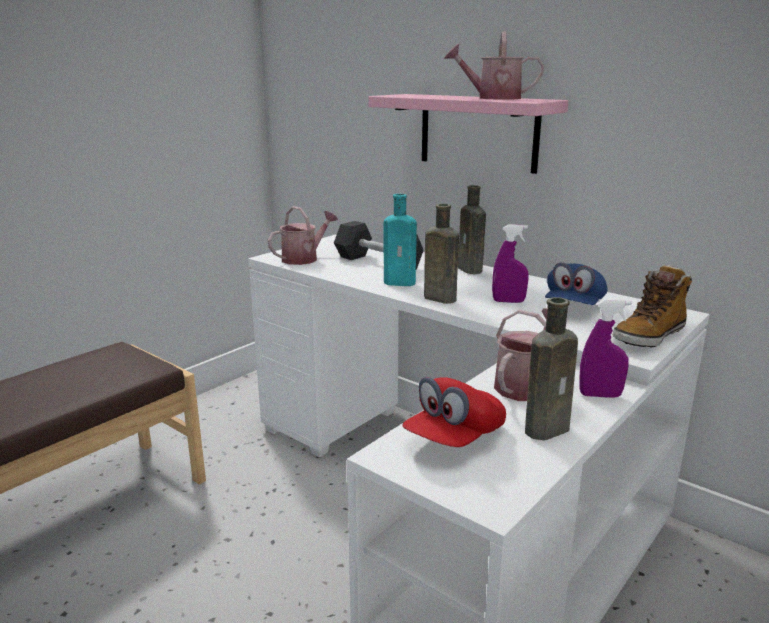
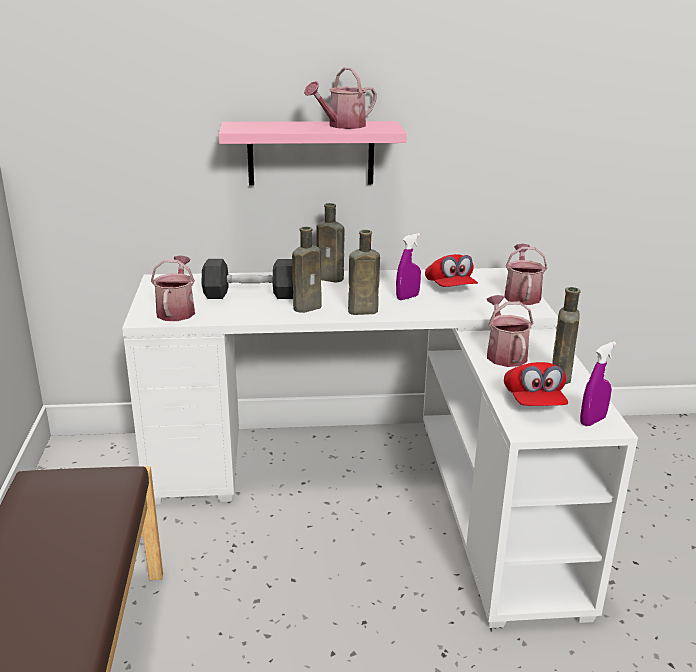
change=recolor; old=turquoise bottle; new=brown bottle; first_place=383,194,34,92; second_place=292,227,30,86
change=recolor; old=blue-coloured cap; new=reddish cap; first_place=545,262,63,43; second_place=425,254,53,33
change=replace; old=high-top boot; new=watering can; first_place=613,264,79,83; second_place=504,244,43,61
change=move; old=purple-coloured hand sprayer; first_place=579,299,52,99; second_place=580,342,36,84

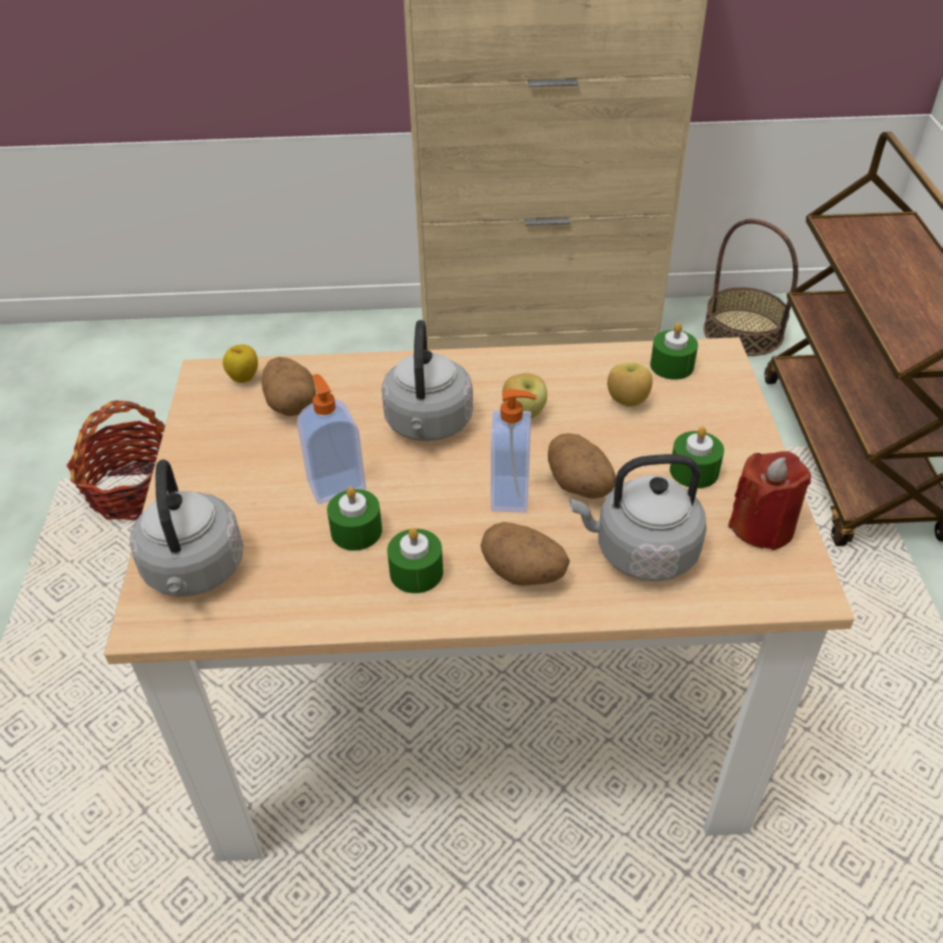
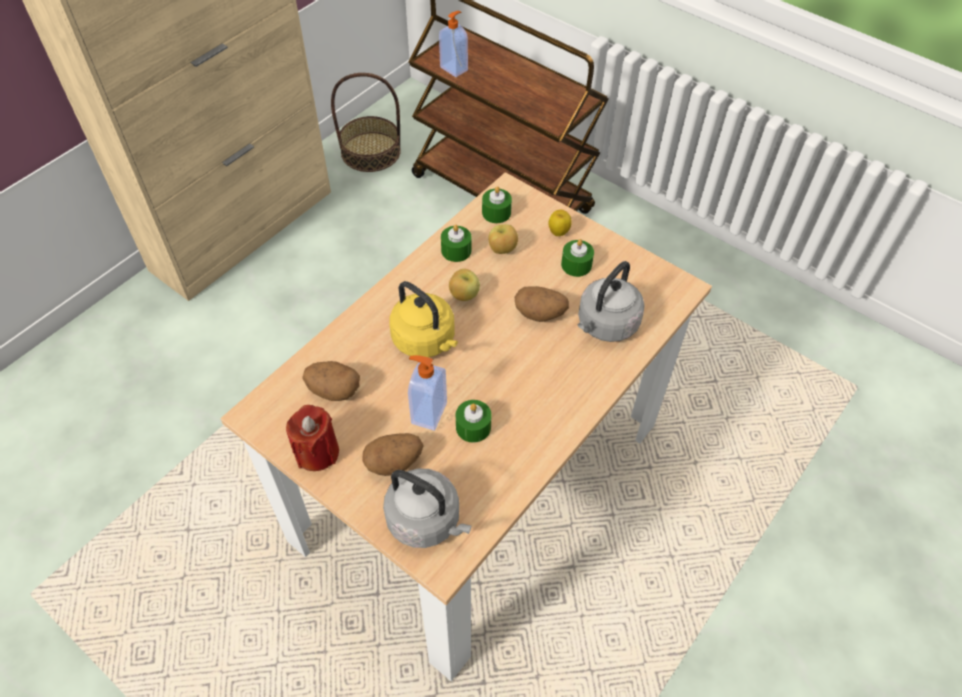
change=recolor; old=grey tea kettle; new=yellow-coloured tea kettle; first_place=382,320,91,121; second_place=390,281,68,77
change=move; old=whole apple; first_place=223,344,35,39; second_place=548,210,24,26
change=move; old=soap dispenser; first_place=491,389,45,124; second_place=439,11,29,66
change=delete; old=household basket; first_place=66,400,99,121
change=move; old=reddish wax light; first_place=728,451,83,100; second_place=286,405,53,66
change=move; old=spud; first_place=481,522,89,64; second_place=363,433,61,43
change=move; old=green wax light; first_place=387,528,56,65; second_place=441,225,31,37

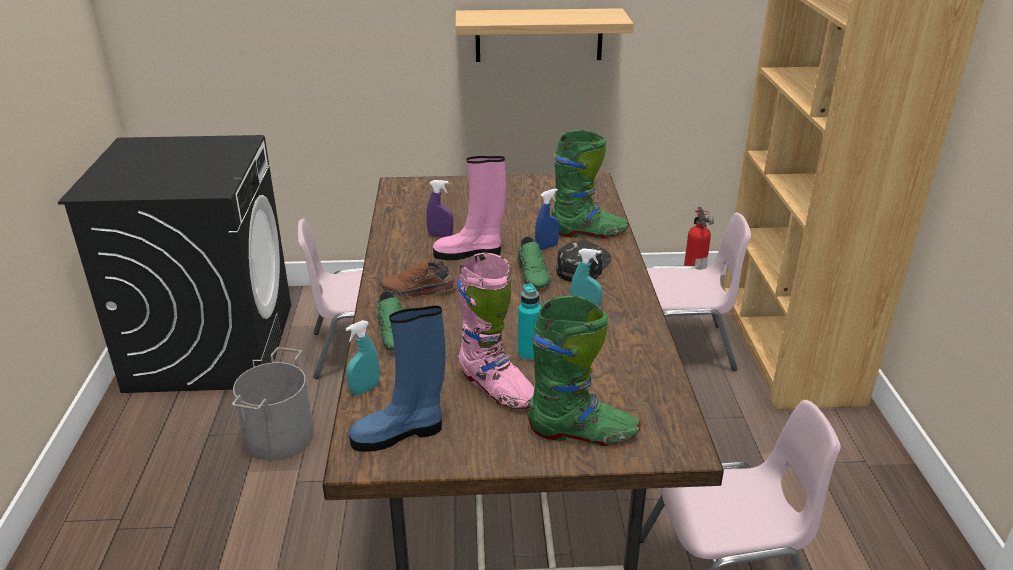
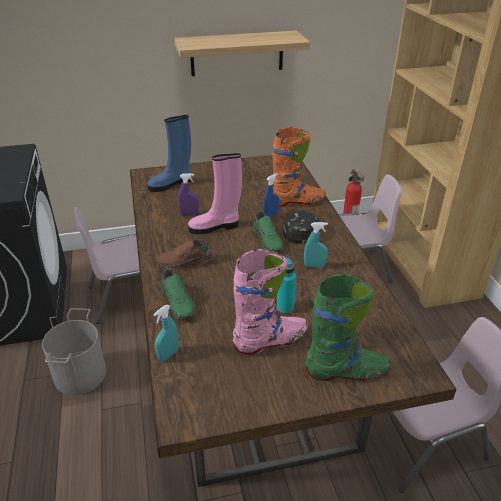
change=recolor; old=green high-top boot; new=orange high-top boot; first_place=552,130,77,109; second_place=272,127,53,79
change=rotate; old=pink-coloured high-top boot; first_place=457,252,77,157; second_place=233,249,74,106; degrees=-60
change=move; old=blue-coloured high-top boot; first_place=349,306,96,146; second_place=147,115,44,77

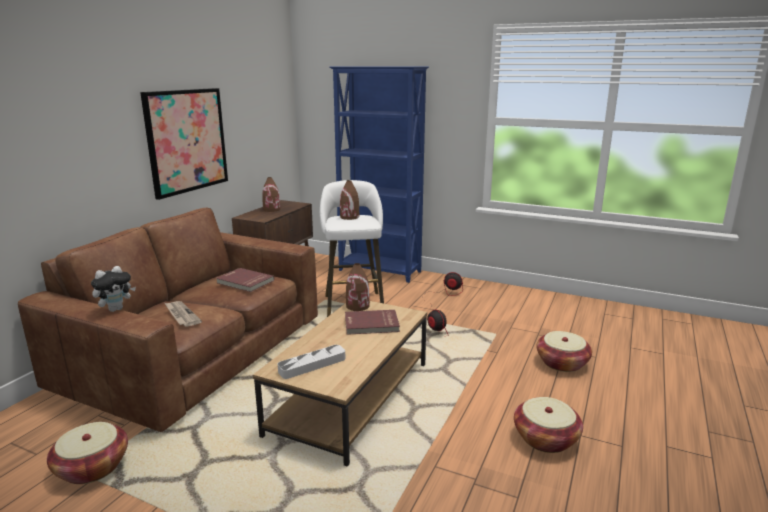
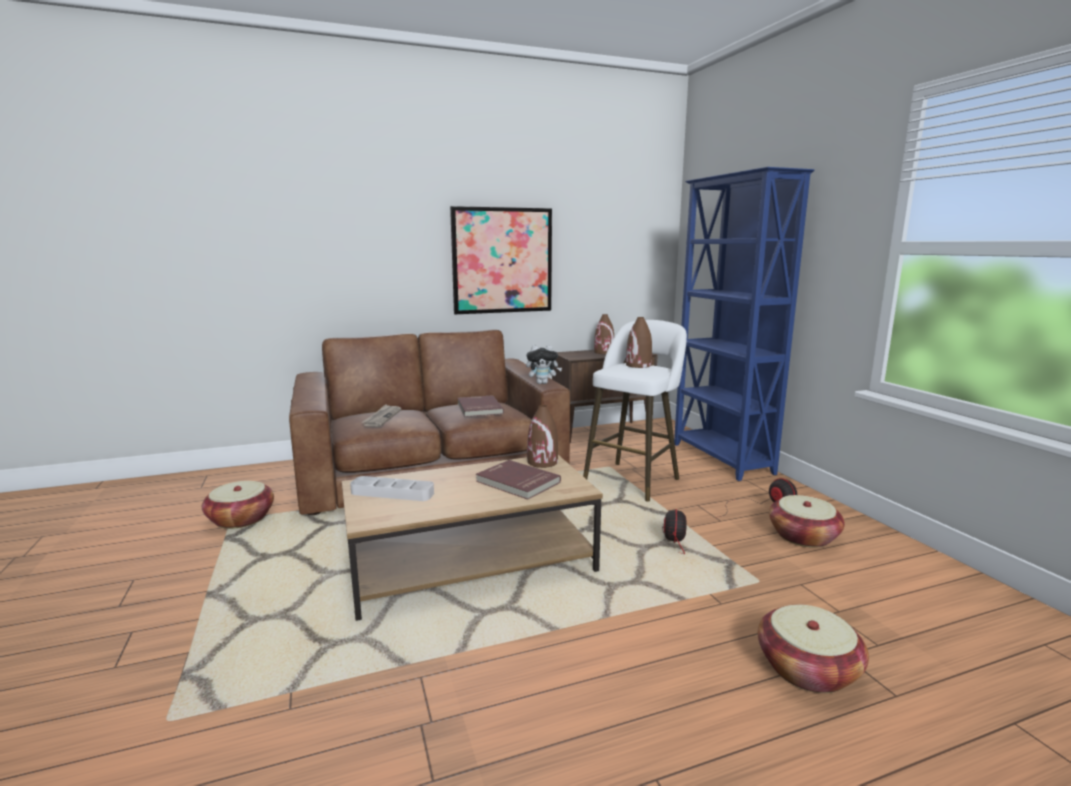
change=move; old=cuddly toy; first_place=91,266,45,46; second_place=526,345,36,39
change=move; old=household basket; first_place=514,397,69,56; second_place=769,495,76,53

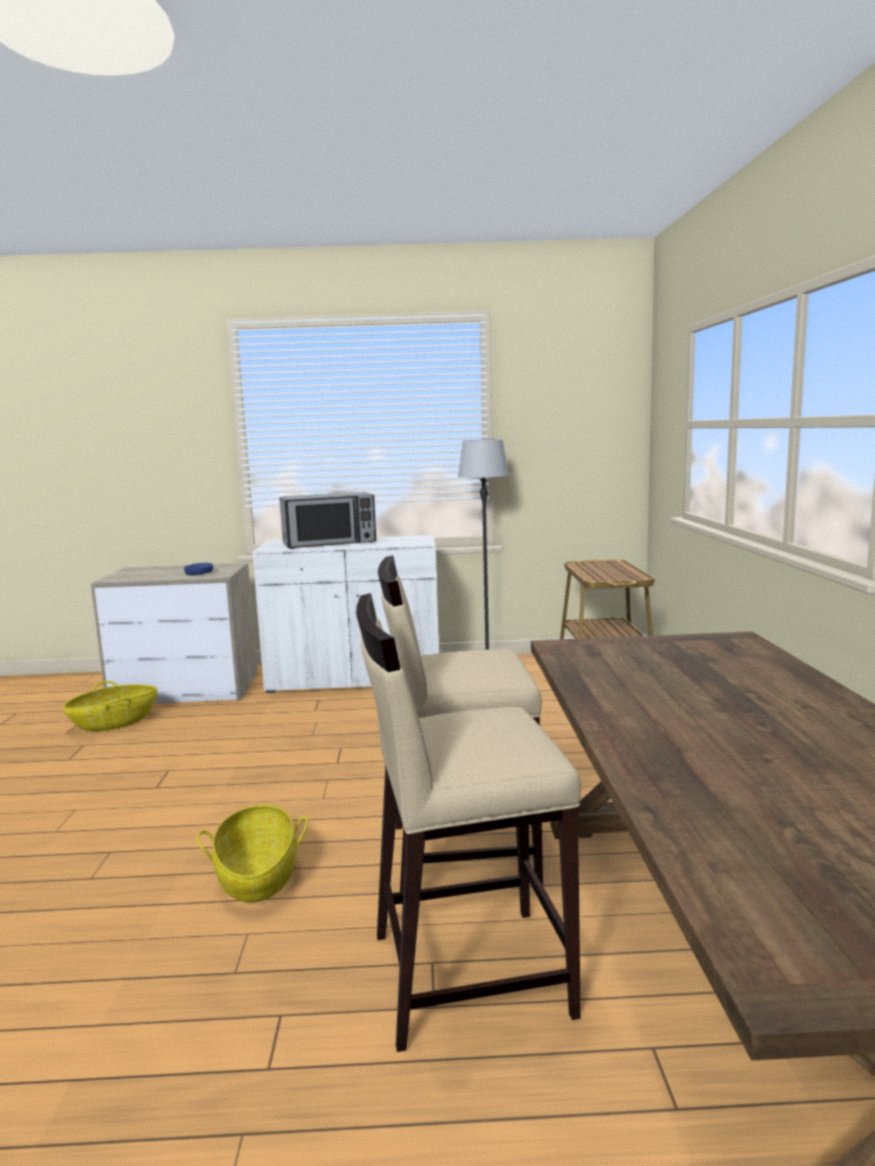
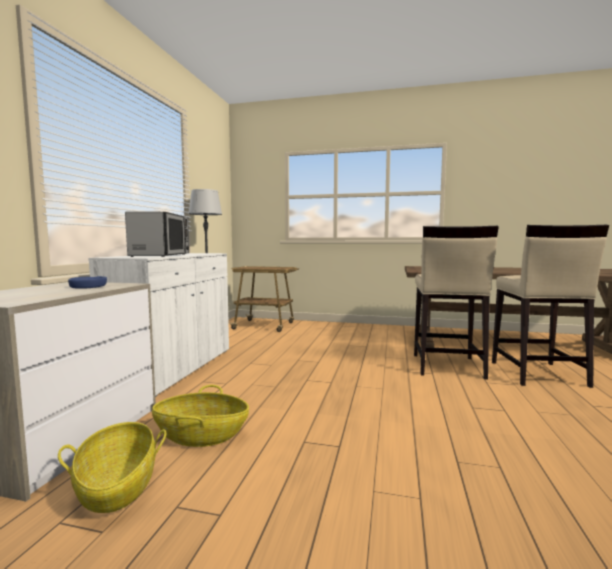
change=move; old=household basket; first_place=197,804,111,99; second_place=152,385,97,62

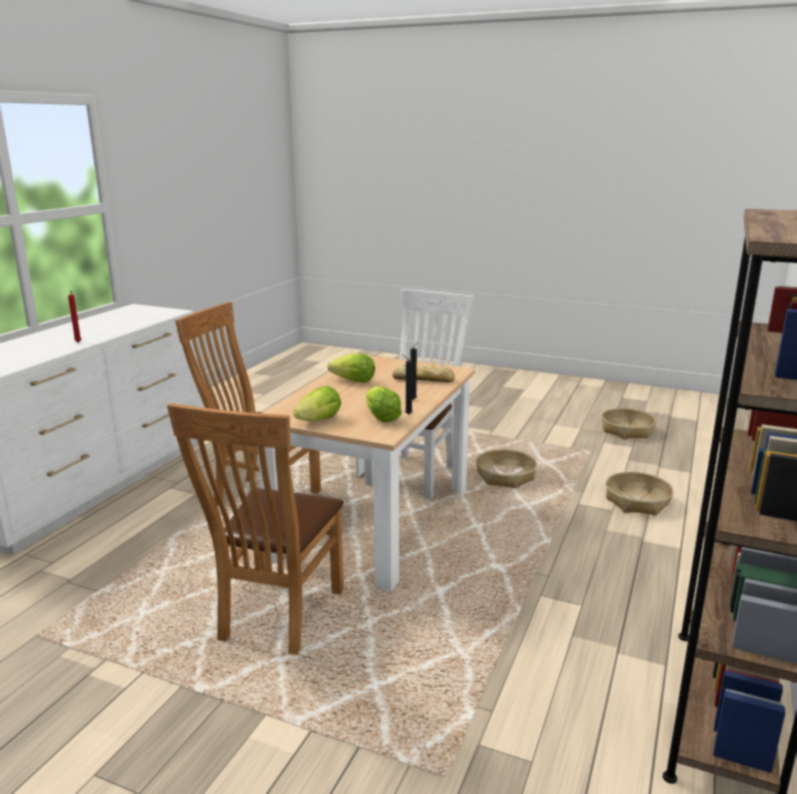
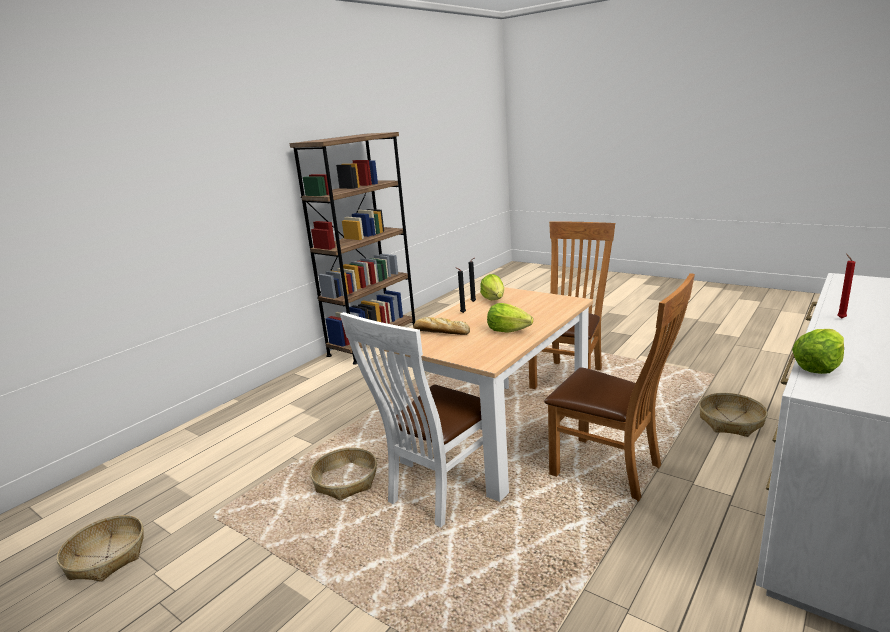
change=move; old=head of lettuce; first_place=293,386,48,35; second_place=792,329,52,45
change=move; old=household basket; first_place=606,472,68,44; second_place=699,393,69,44

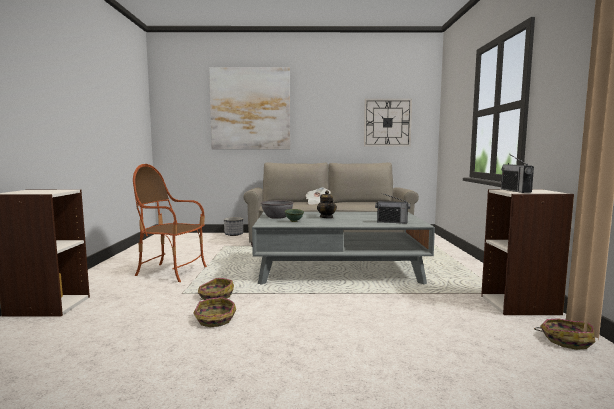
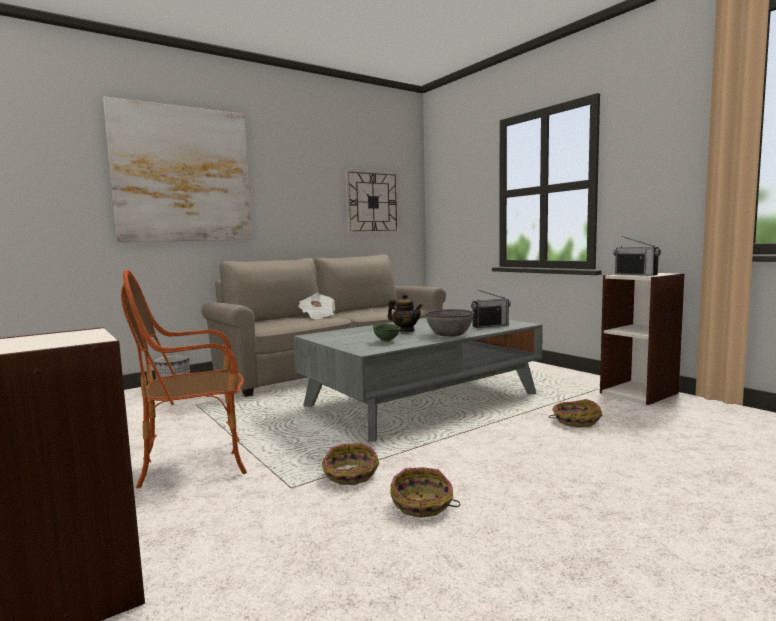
change=move; old=grey bowl; first_place=261,200,33,19; second_place=425,309,49,28
change=move; old=household basket; first_place=534,318,61,32; second_place=549,399,53,29

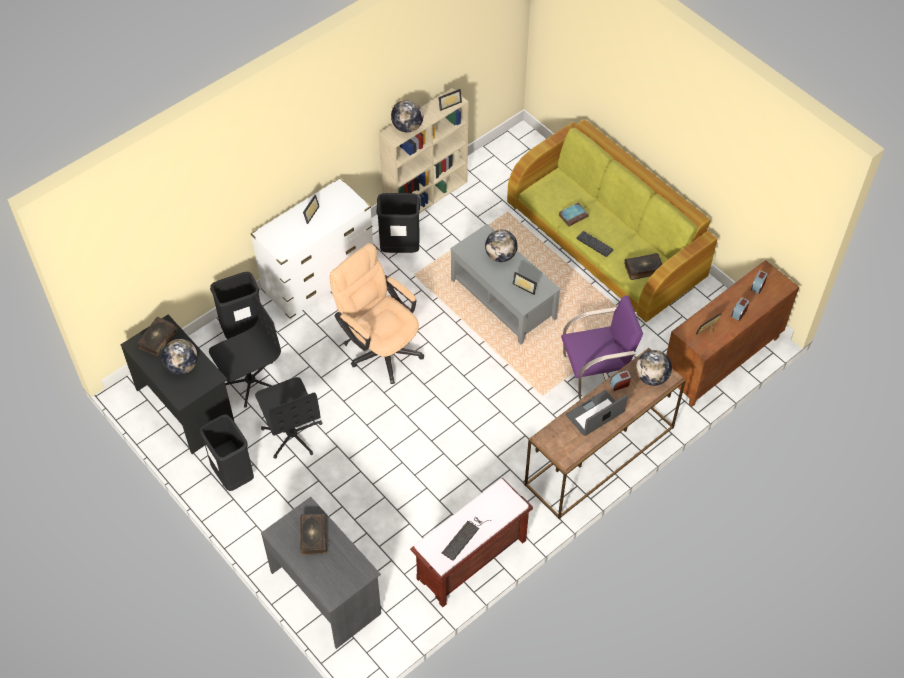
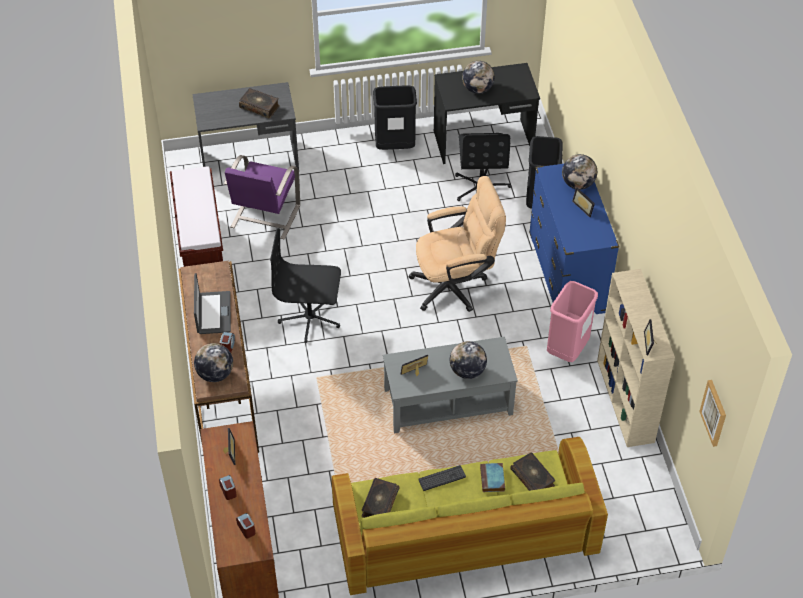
change=move; old=world globe; first_place=391,100,32,33; second_place=562,154,35,36
change=recolor; old=whitish dresser; new=blue-coloured dresser; first_place=251,178,123,142; second_place=529,164,90,150
change=recolor; old=black-coloured trash can; new=pink-coloured trash can; first_place=376,193,44,60; second_place=547,281,51,81
change=move; old=purple-coloured plain chair; first_place=561,296,82,104; second_place=224,155,76,84
change=move; old=book; first_place=137,317,41,39; second_place=510,452,45,39
change=move; old=black-coloured desk chair; first_place=255,377,67,82; second_place=270,228,71,115
change=delete; old=keyboard; first_place=442,517,49,44
change=insert; new=picture; second_place=699,380,27,67

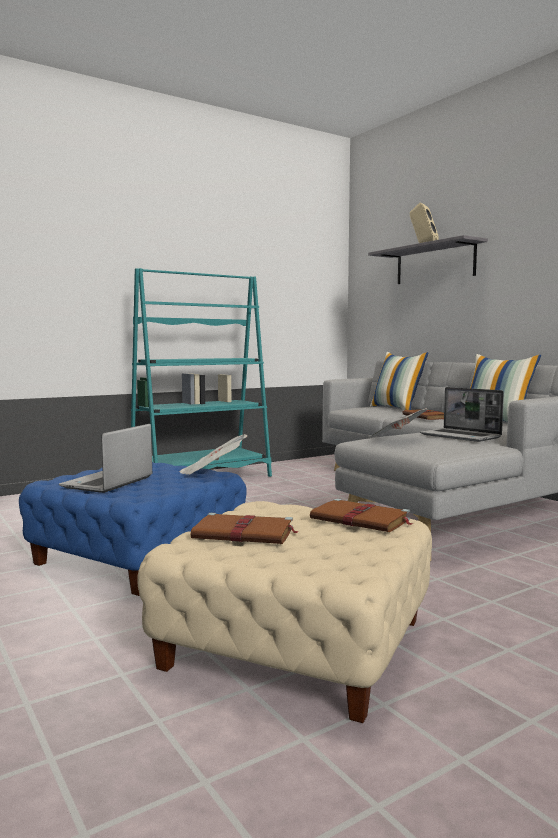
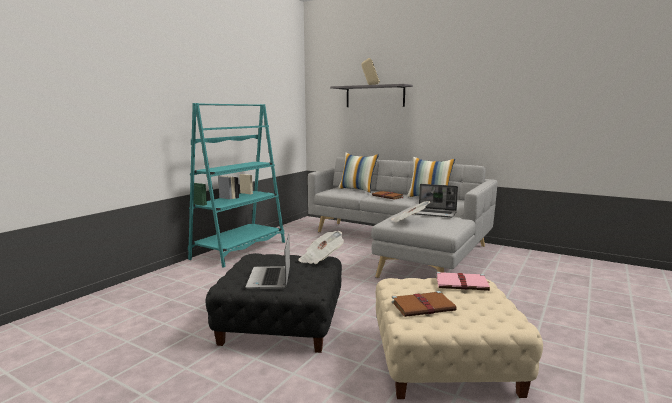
change=recolor; old=blue-coloured footrest; new=black-coloured footrest; first_place=19,462,228,134; second_place=205,253,137,100
change=recolor; old=brown book; new=pink-coloured book; first_place=310,498,104,34; second_place=436,272,54,19

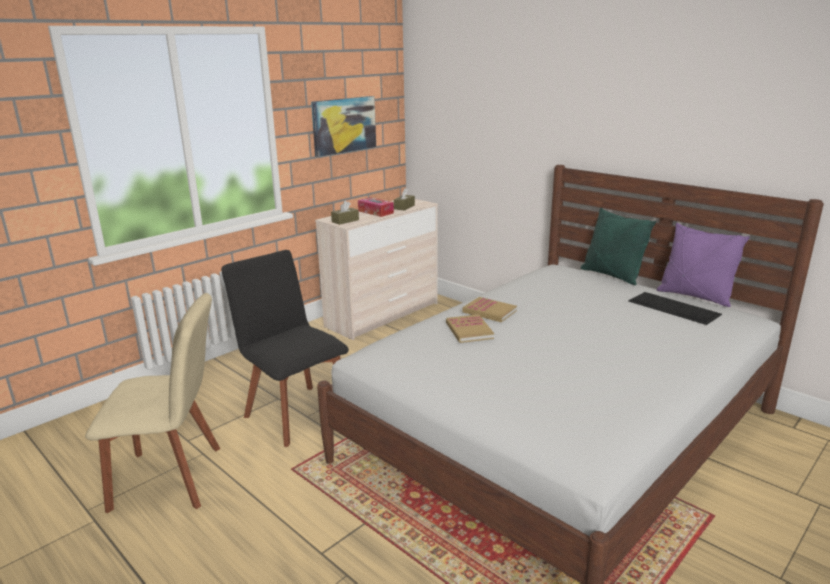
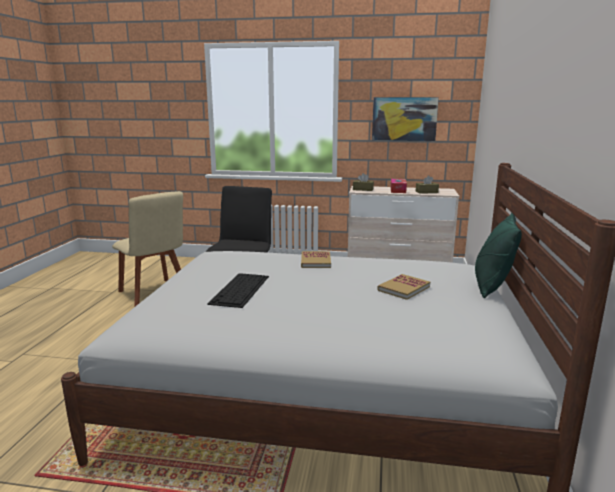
change=delete; old=purple-coloured pillow; first_place=657,223,93,84
change=move; old=keyboard; first_place=628,292,94,33; second_place=207,273,62,35
change=move; old=book; first_place=446,314,48,29; second_place=377,274,53,26

